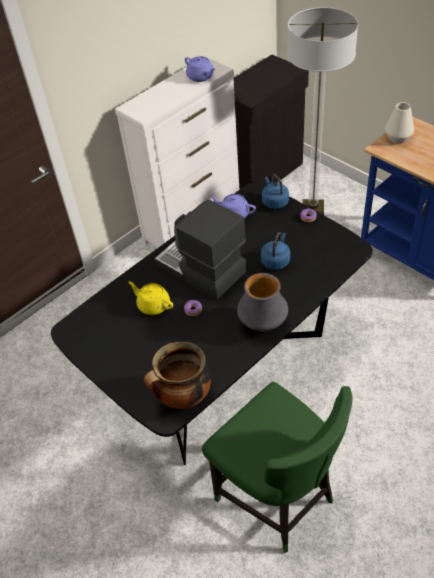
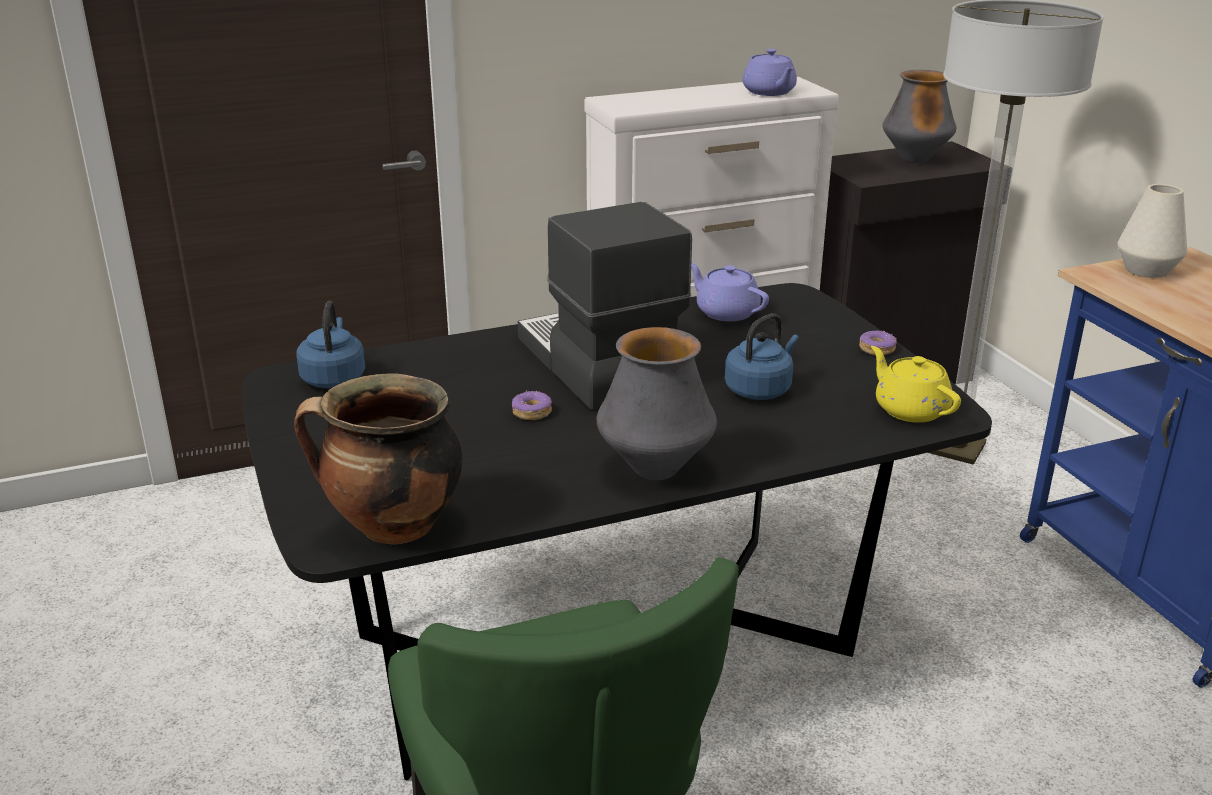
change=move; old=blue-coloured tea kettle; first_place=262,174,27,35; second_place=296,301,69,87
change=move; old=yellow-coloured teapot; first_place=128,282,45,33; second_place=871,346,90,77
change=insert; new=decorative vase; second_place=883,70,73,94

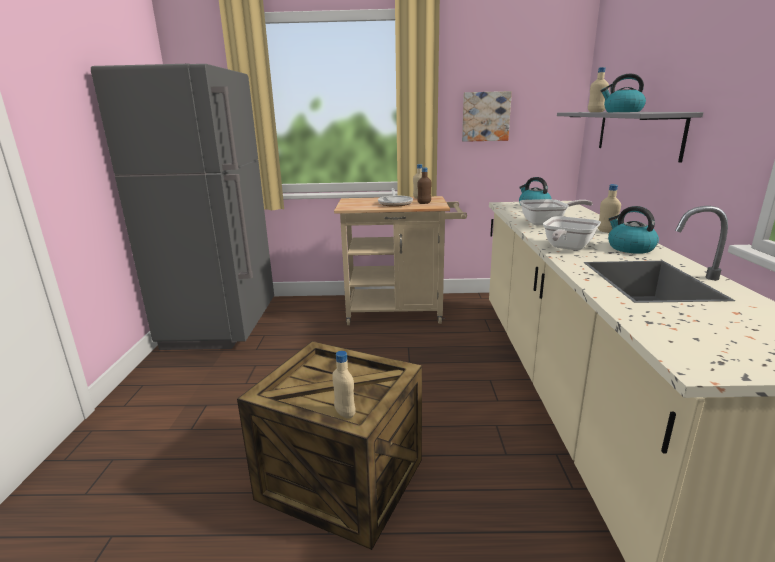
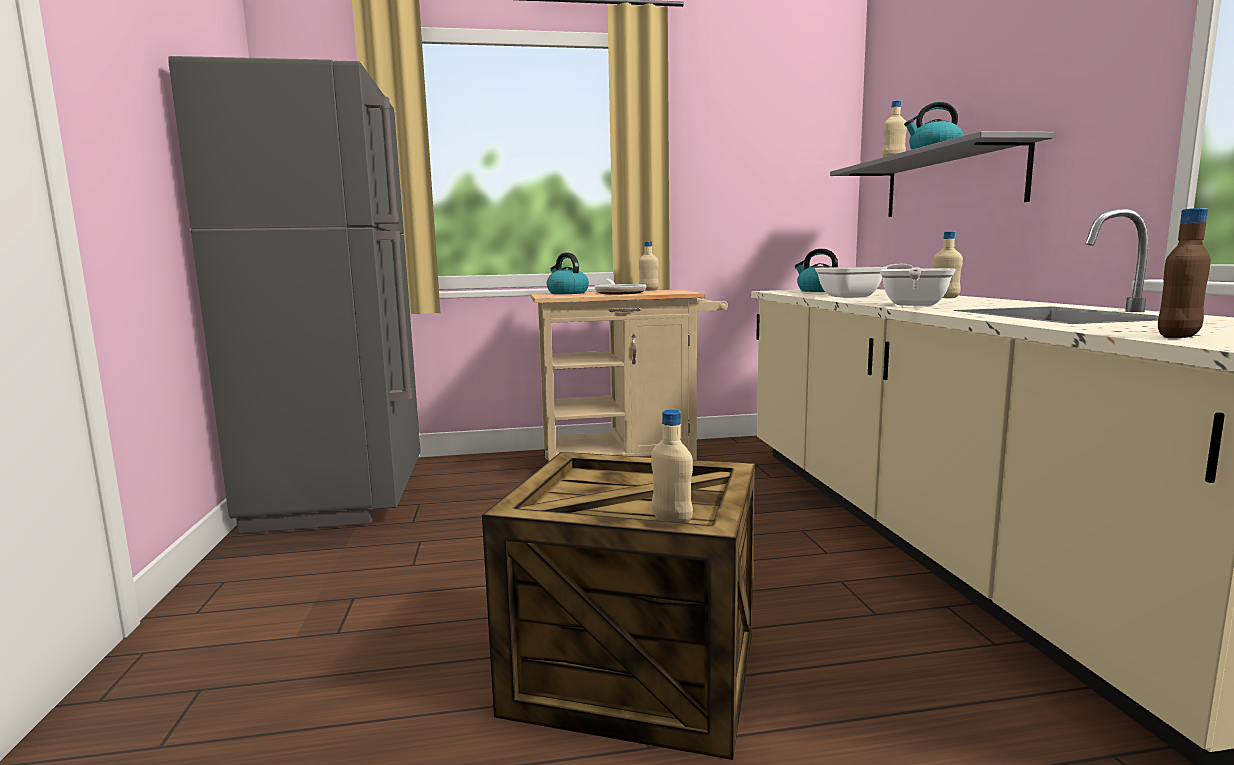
change=delete; old=picture; first_place=462,91,50,51
change=move; old=brown bottle; first_place=417,167,15,37; second_place=1158,208,53,130
change=move; old=tea kettle; first_place=608,206,51,48; second_place=547,253,42,41

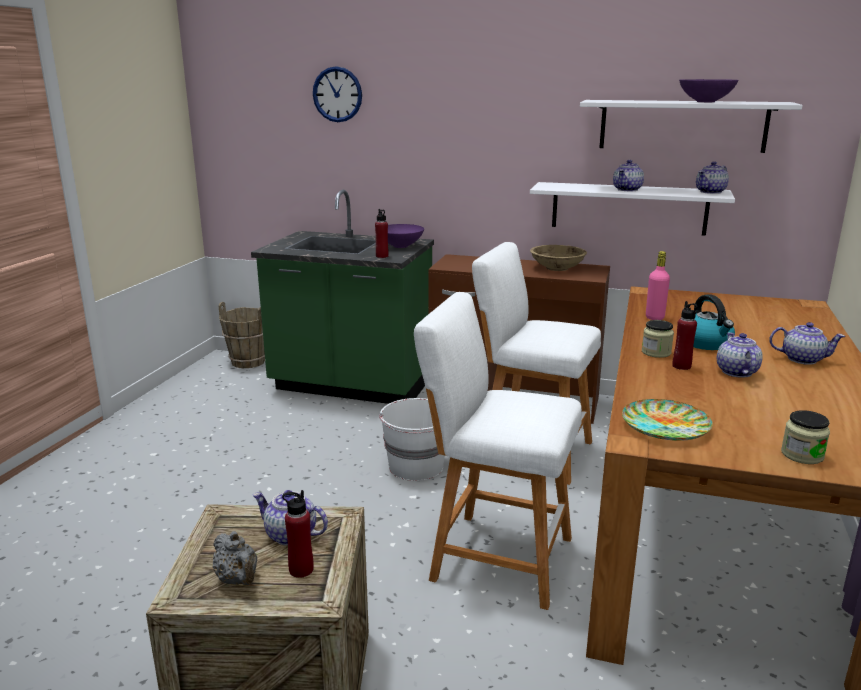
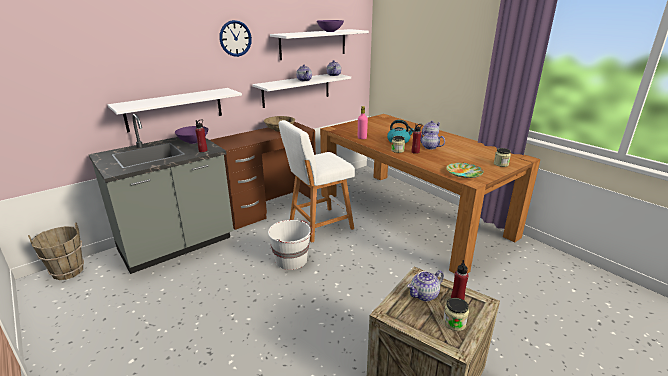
change=move; old=hanging clock; first_place=313,66,49,56; second_place=219,20,33,37
change=recolor; old=green kitchen counter; new=grey kitchen counter; first_place=251,190,183,214; second_place=88,114,146,160
change=delete; old=whitish stool seat; first_place=414,292,168,318
change=replace; old=grey teapot; new=preserve jar; first_place=213,531,44,54; second_place=443,298,26,33
change=insert; new=whitish shelf; second_place=108,88,134,44

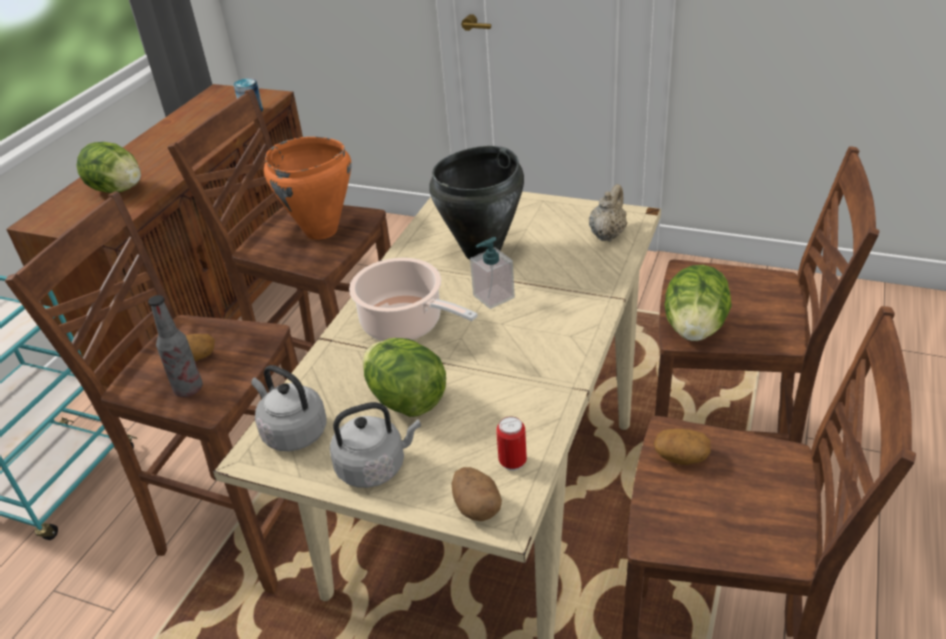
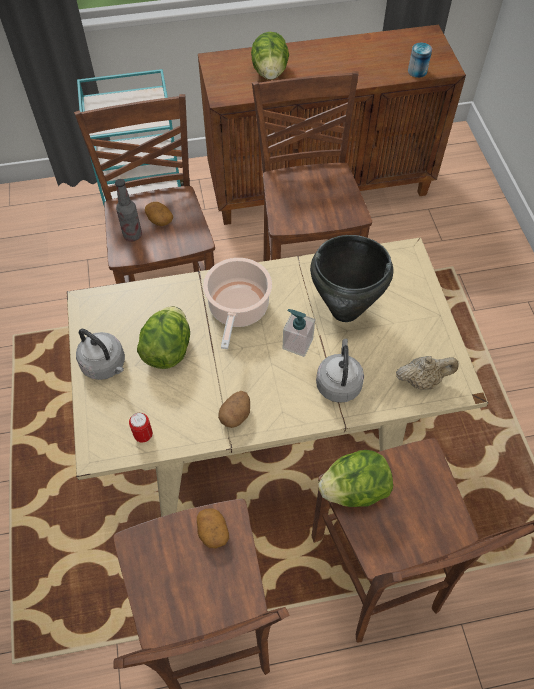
change=delete; old=orange stockpot; first_place=264,137,87,103
change=move; old=grey tea kettle; first_place=251,365,76,86; second_place=316,339,48,64
change=move; old=spud; first_place=451,467,51,54; second_place=218,391,32,37

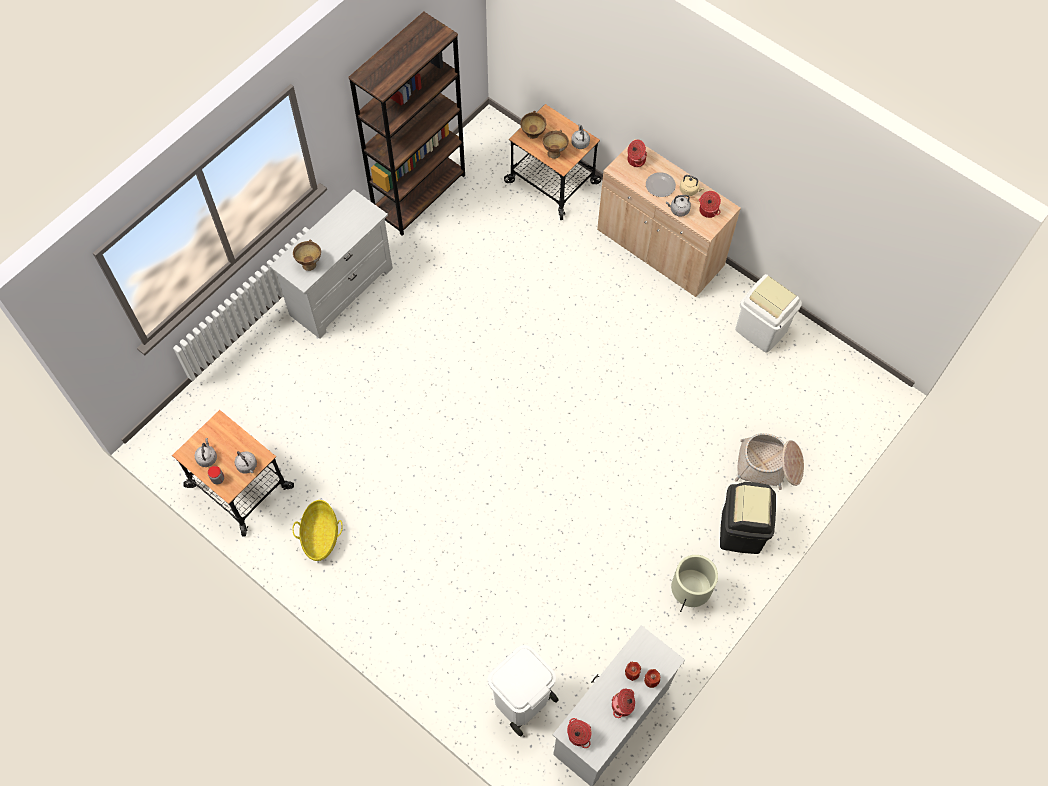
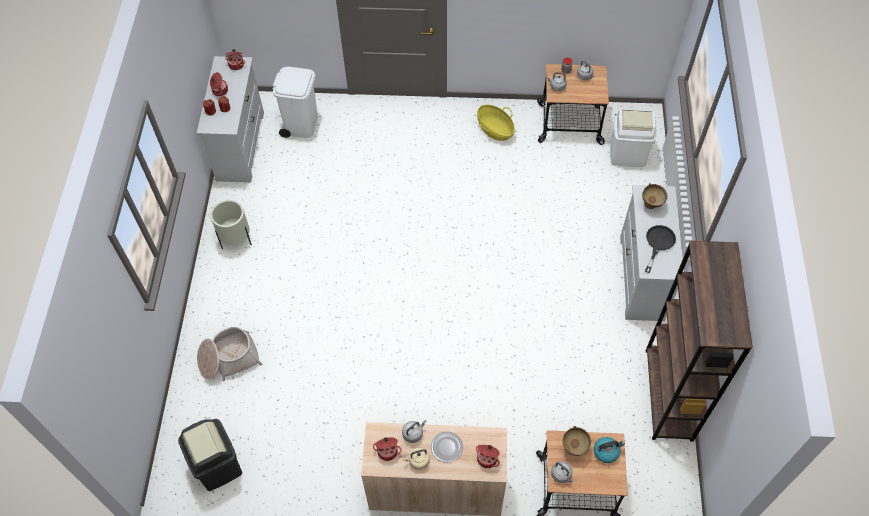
change=replace; old=brown bowl; new=tea kettle; first_place=520,111,26,28; second_place=594,437,31,26
change=move; old=whitish trash can; first_place=735,274,67,78; second_place=610,109,46,58
change=move; old=black-coloured trash can; first_place=720,482,56,72; second_place=178,419,64,72
change=insert; new=black-coloured pan; second_place=645,225,31,48

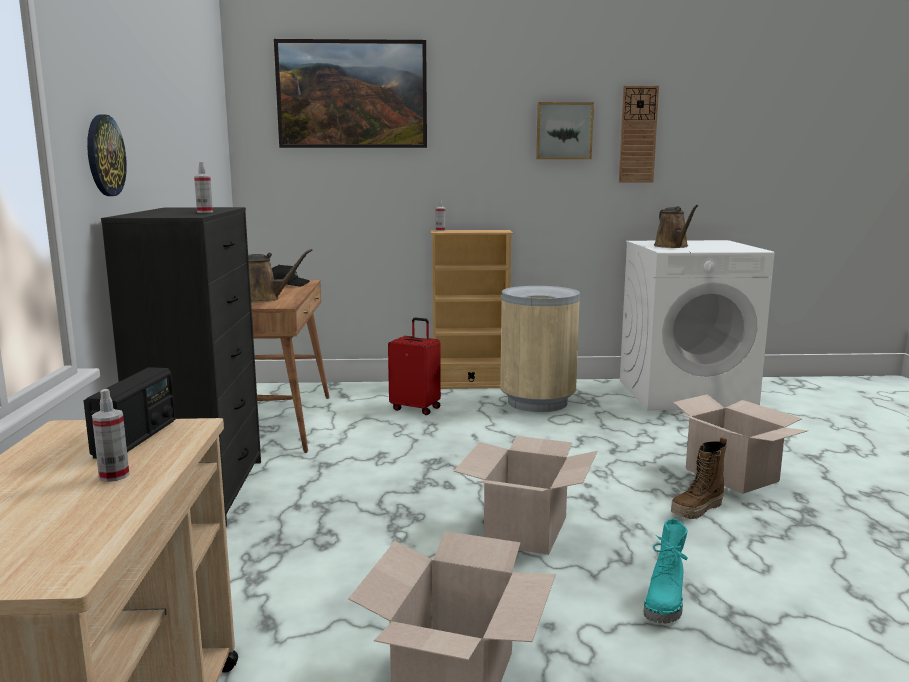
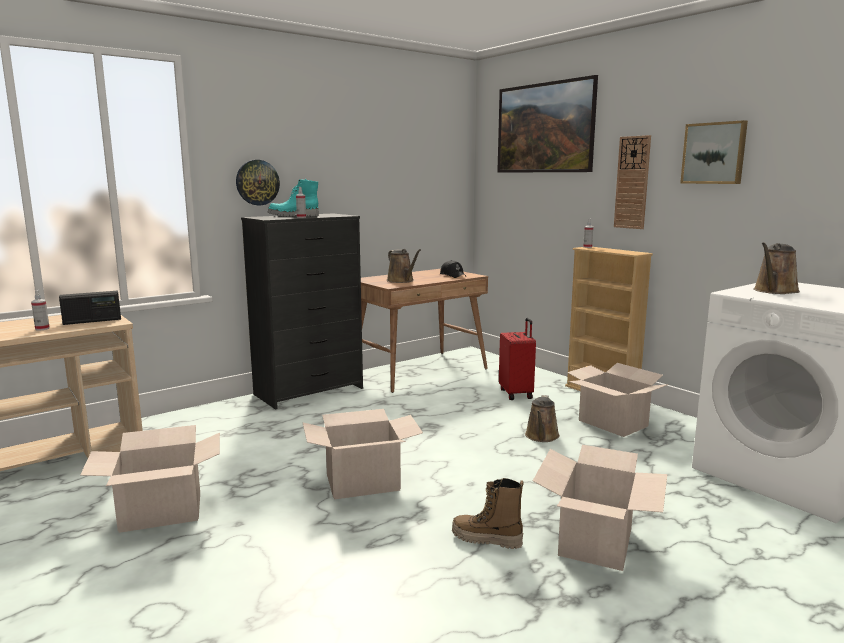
change=move; old=hanging clock; first_place=619,85,40,97; second_place=614,135,37,94
change=replace; old=beige trash can; new=carton; first_place=500,286,80,126; second_place=567,363,102,74
change=move; old=turquoise high-top boot; first_place=643,519,45,105; second_place=268,179,51,38
change=insert; new=brown watering can; second_place=525,395,35,47

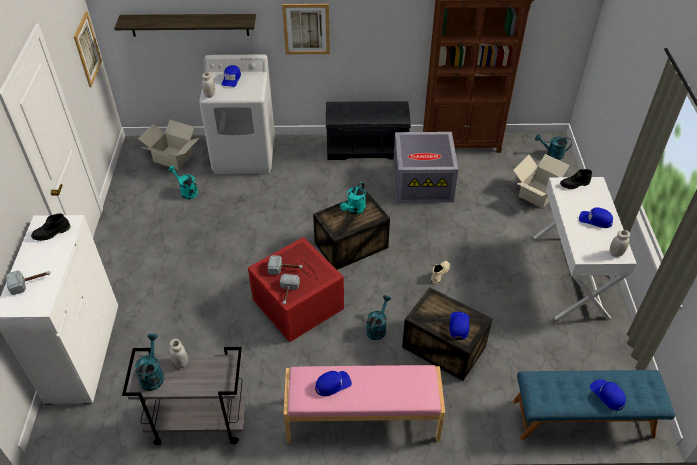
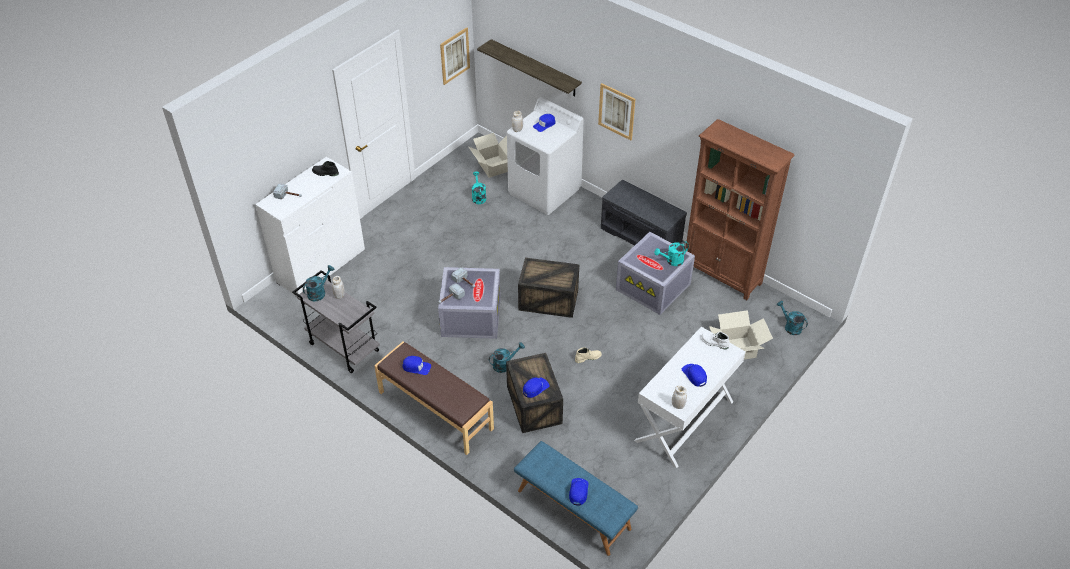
change=recolor; old=black-coloured high-top boot; new=whitish high-top boot; first_place=560,169,32,20; second_place=701,332,29,17
change=move; old=turquoise watering can; first_place=340,182,26,32; second_place=654,241,35,25
change=recolor; old=reddish storage bin; new=grey storage bin; first_place=248,237,96,105; second_place=438,267,63,72
change=recolor; old=pink-coloured long seat; new=brown long seat; first_place=283,365,162,78; second_place=374,342,120,113

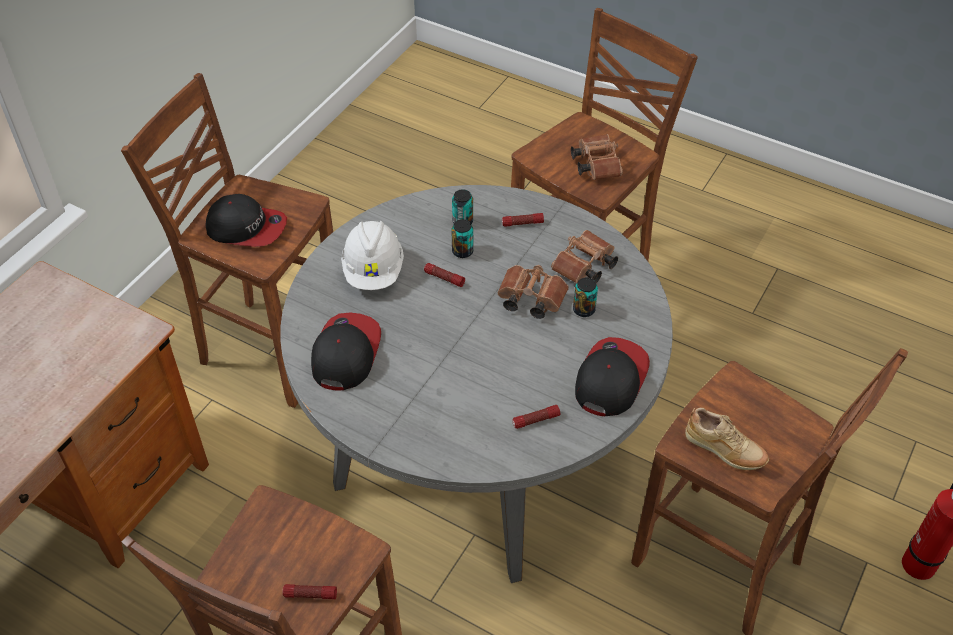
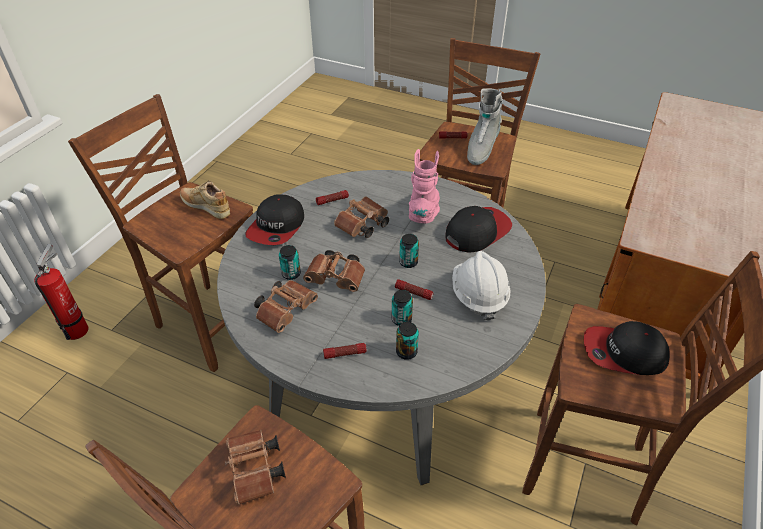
change=rotate; old=cap; first_place=311,313,70,78; second_place=445,206,67,47; degrees=-135
change=insert; new=grey high-top boot; second_place=467,89,35,76
change=insert; new=pink-coloured high-top boot; second_place=409,149,31,75
change=insert; new=brown field glasses; second_place=334,196,55,42
change=insert; new=can; second_place=399,234,20,34

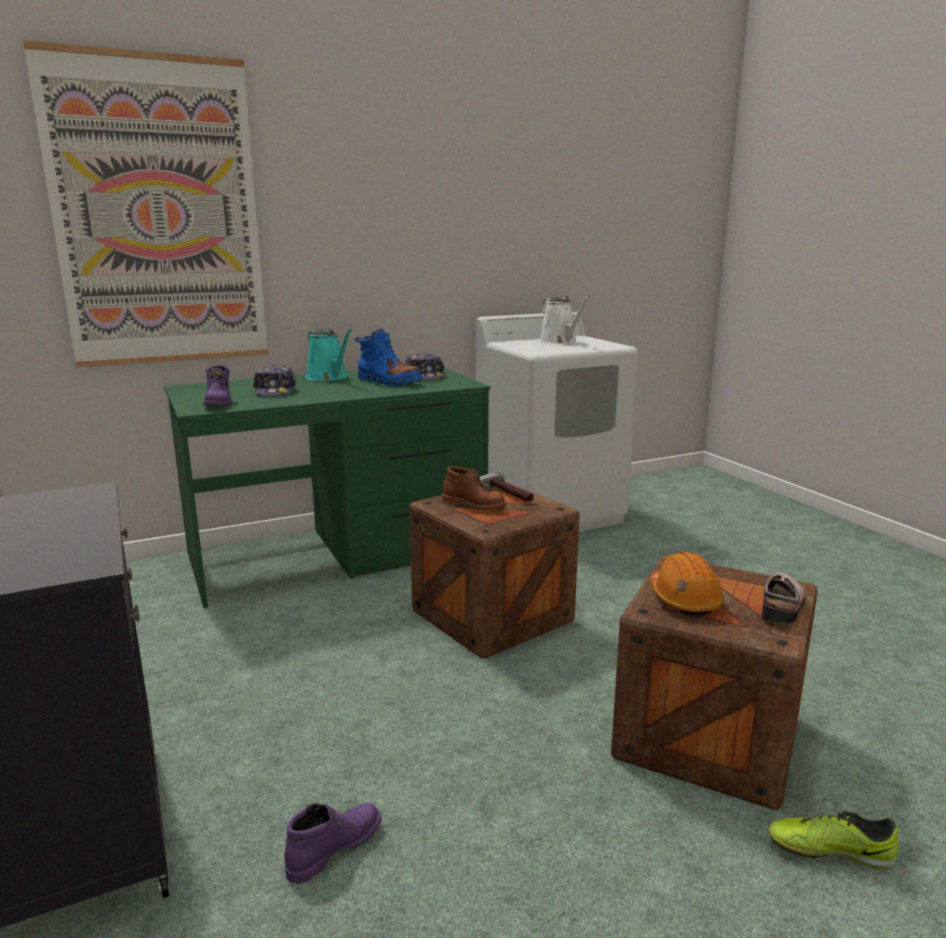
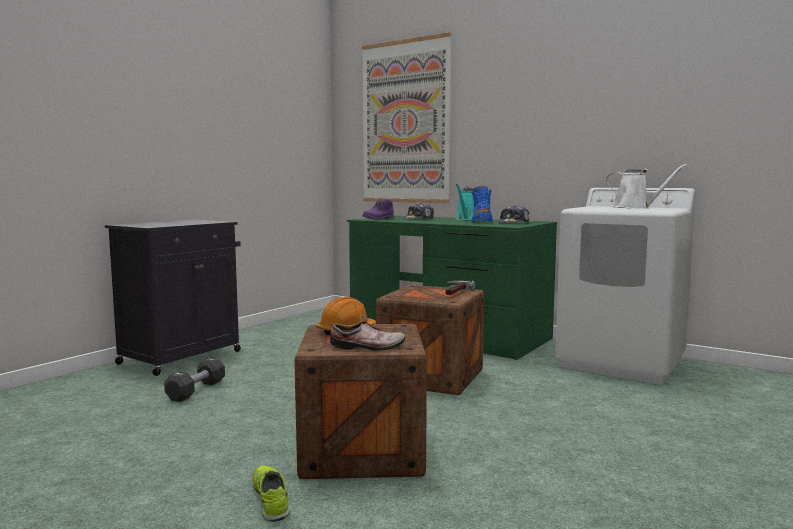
change=rotate; old=whitish watering can; first_place=539,295,52,49; second_place=606,164,81,45; degrees=-105
change=delete; old=brown high-top boot; first_place=442,466,65,44
change=replace; old=purple-coloured high-top boot; new=black-coloured hand weight; first_place=285,803,96,81; second_place=164,357,61,45

